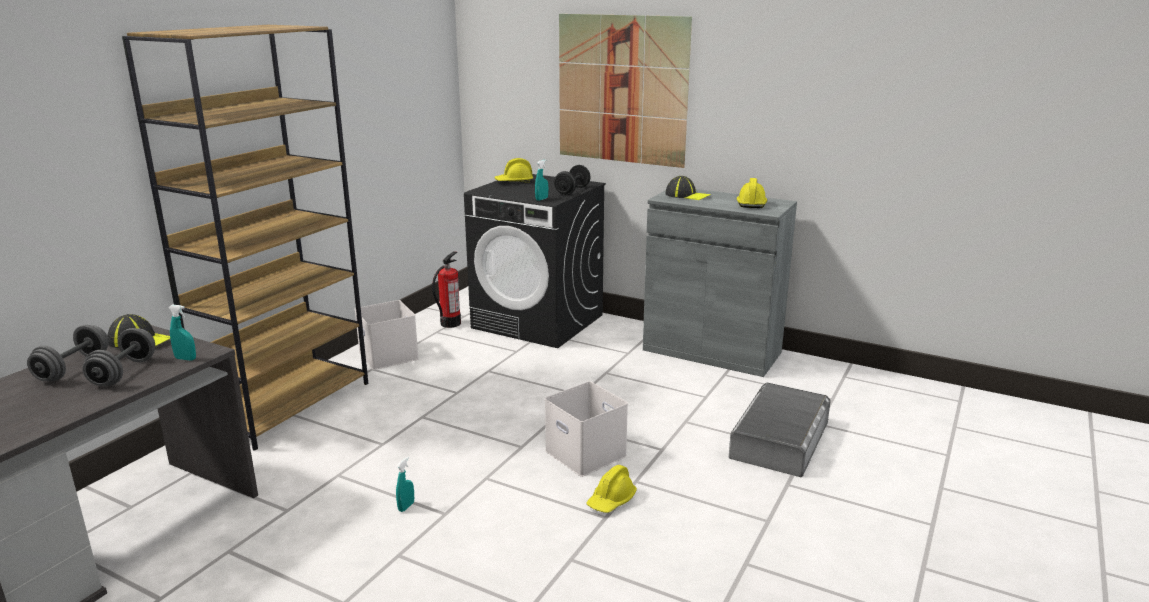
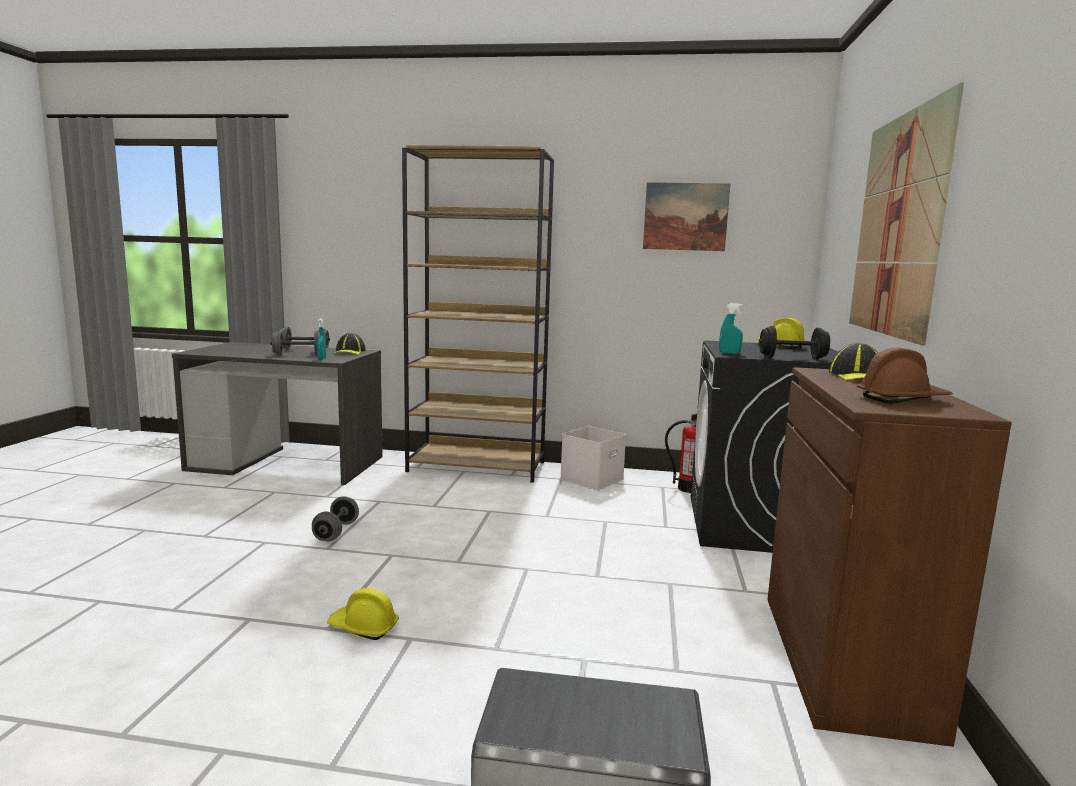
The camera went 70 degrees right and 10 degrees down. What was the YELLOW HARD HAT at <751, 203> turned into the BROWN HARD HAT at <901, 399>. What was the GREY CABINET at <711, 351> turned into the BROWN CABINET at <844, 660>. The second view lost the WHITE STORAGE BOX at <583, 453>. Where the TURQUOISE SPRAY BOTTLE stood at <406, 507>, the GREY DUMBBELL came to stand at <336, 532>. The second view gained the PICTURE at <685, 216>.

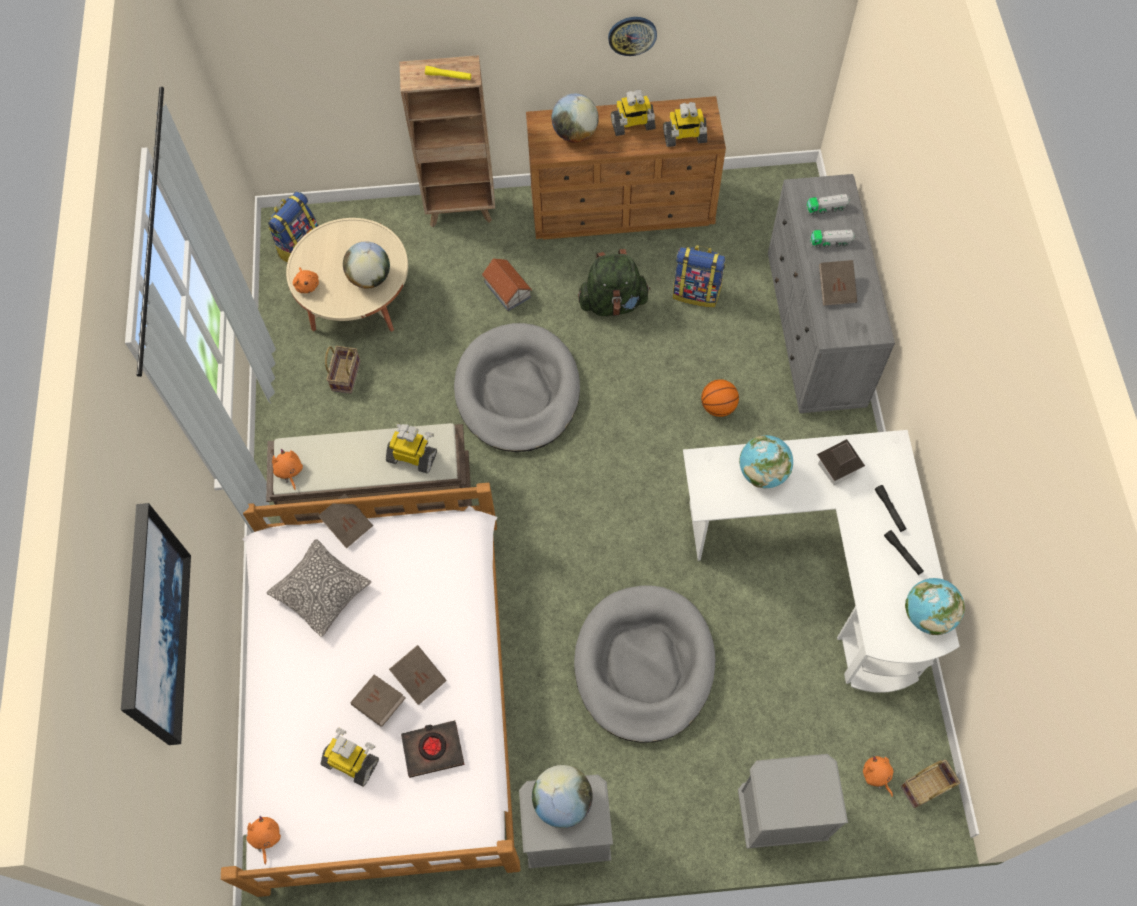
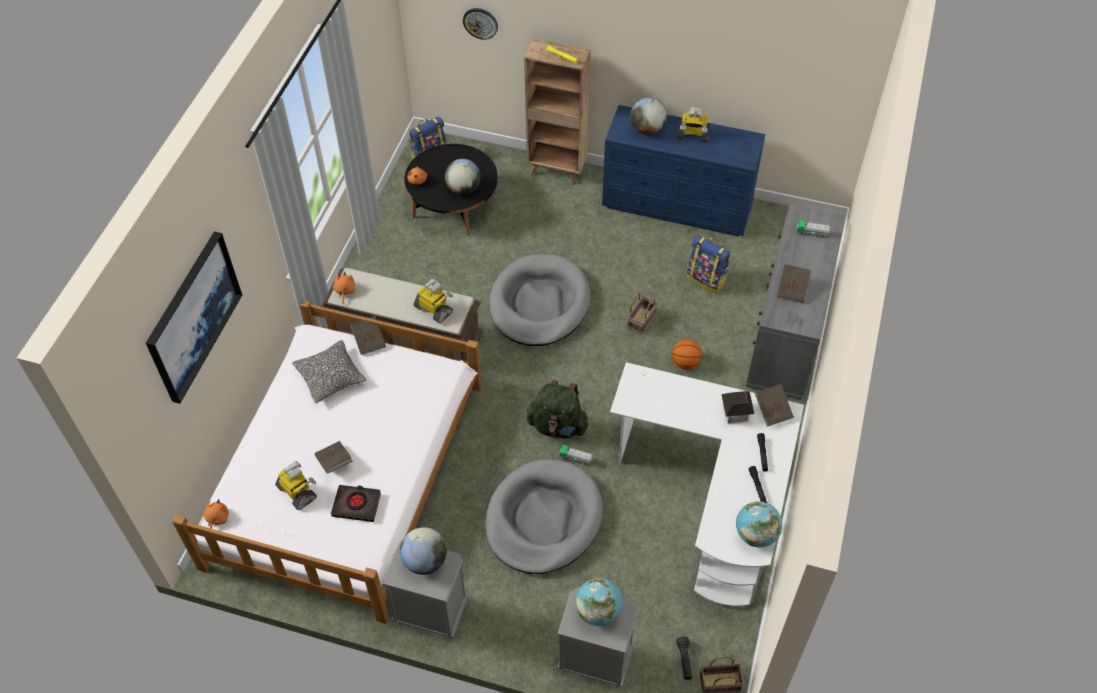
The camera went 20 degrees right and 10 degrees down. The WALL CLOCK ended up elsewhere, having gone from <632, 35> to <480, 23>. What was the BROWN DRESSER at <623, 209> turned into the BLUE DRESSER at <678, 205>. The second view lost the TOY ROBOT at <684, 137>. What was the BEIGE COFFEE TABLE at <356, 297> turned into the BLACK COFFEE TABLE at <453, 205>. The TOY TRUCK ended up elsewhere, having gone from <830, 242> to <575, 458>. The GREEN BACKPACK ended up elsewhere, having gone from <613, 303> to <558, 426>. The second view lost the TOY HOUSE at <507, 289>. The BASKET ended up elsewhere, having gone from <345, 374> to <641, 320>. The GLOBE ended up elsewhere, having gone from <762, 473> to <598, 611>. The BROWN BOOK ended up elsewhere, having gone from <419, 678> to <773, 410>. Where the ORANGE PLUSH TOY stood at <876, 775>, the BLACK FLASHLIGHT came to stand at <684, 660>.

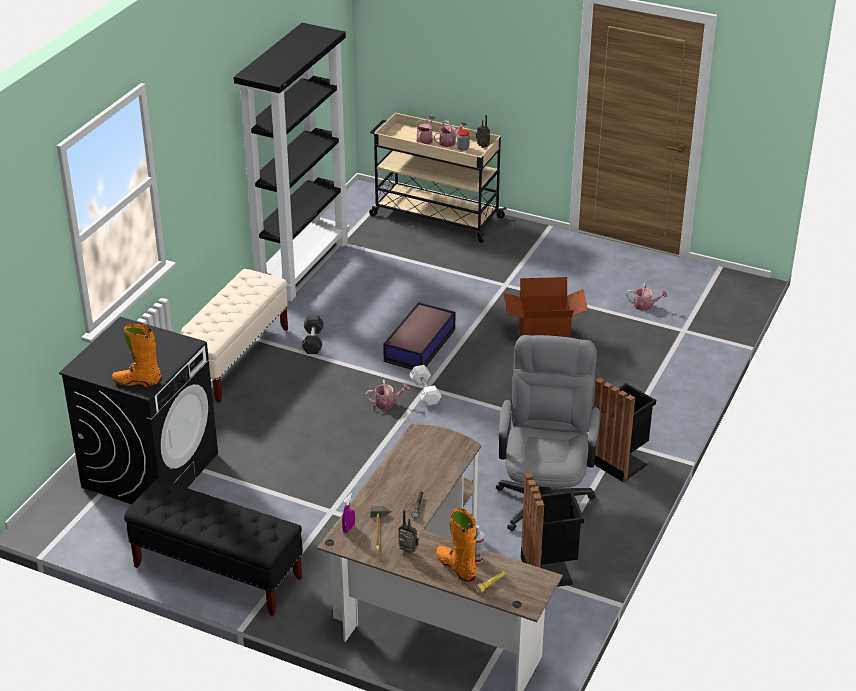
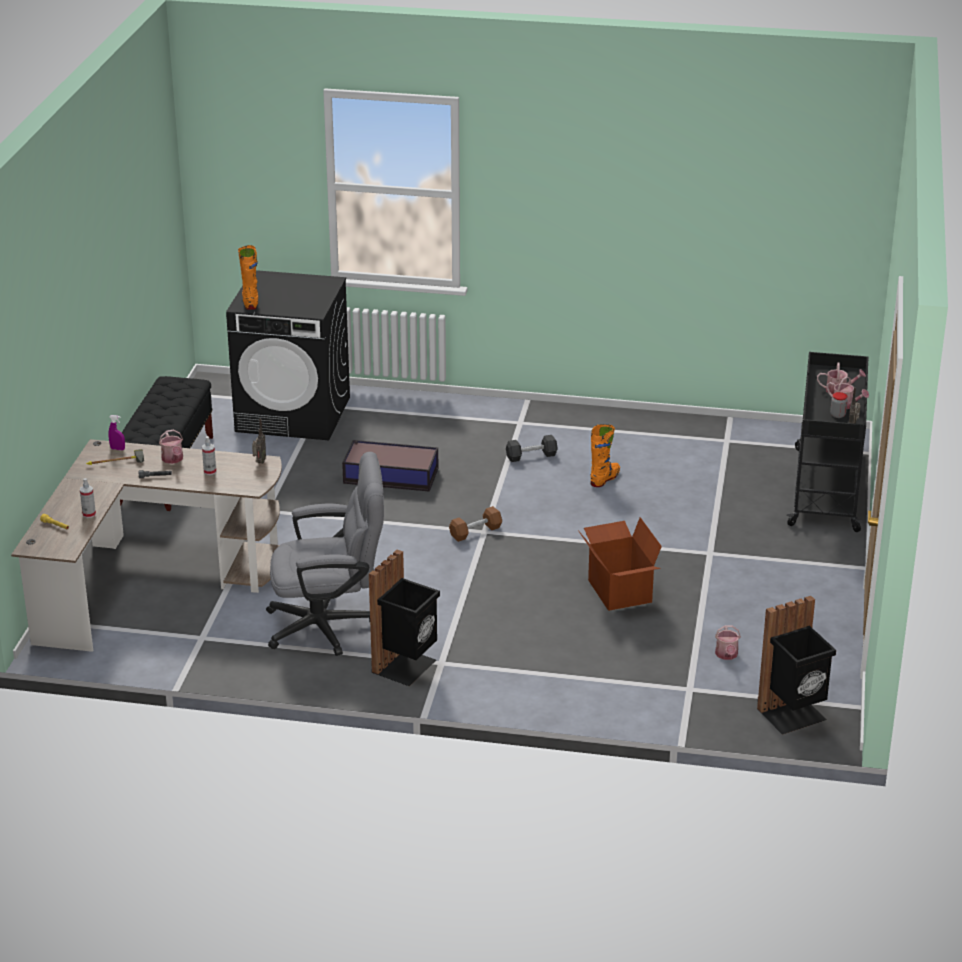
The camera went 75 degrees right and 5 degrees down. The second view lost the BLACK BOOKCASE at <302, 265>. What was the BEIGE CART at <435, 216> turned into the BLACK CART at <826, 488>. The second view lost the BEIGE BENCH at <233, 359>. The STORAGE BOX ended up elsewhere, having gone from <419, 346> to <390, 475>. What was the WHITE DUMBBELL at <425, 392> turned into the BROWN DUMBBELL at <475, 532>. The WATERING CAN ended up elsewhere, having gone from <387, 403> to <173, 460>. The BLACK TRASH CAN ended up elsewhere, having gone from <549, 570> to <793, 716>. The ORANGE BOOT ended up elsewhere, having gone from <456, 567> to <605, 479>. The RADIO ended up elsewhere, having gone from <407, 552> to <259, 462>. The second view gained the SPRAY BOTTLE at <210, 472>.

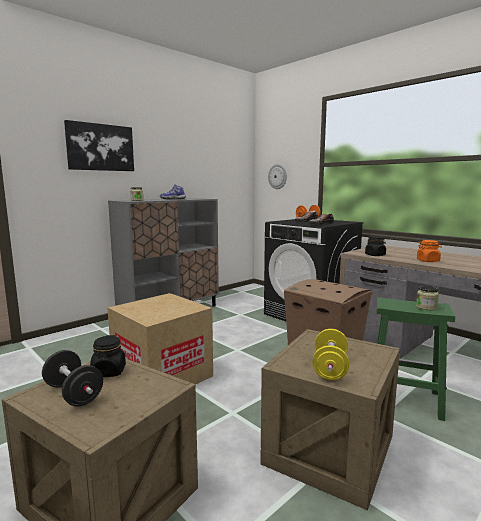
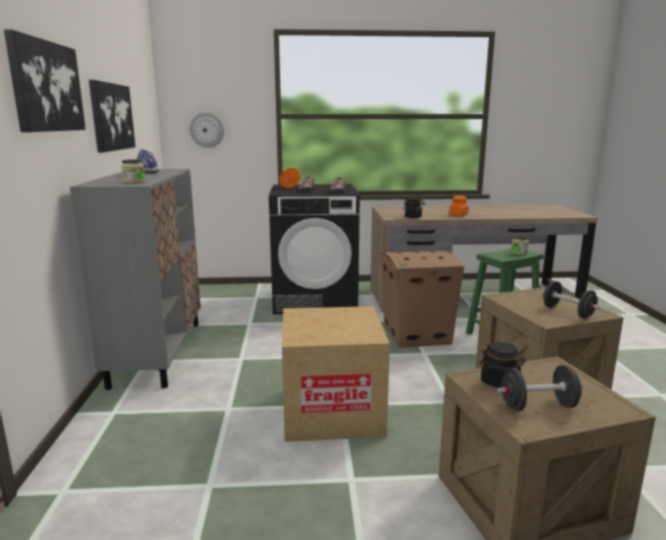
The camera went 50 degrees left and 5 degrees up. What was the YELLOW DUMBBELL at <330, 368> turned into the BLACK DUMBBELL at <567, 312>. The second view gained the PICTURE at <111, 117>.

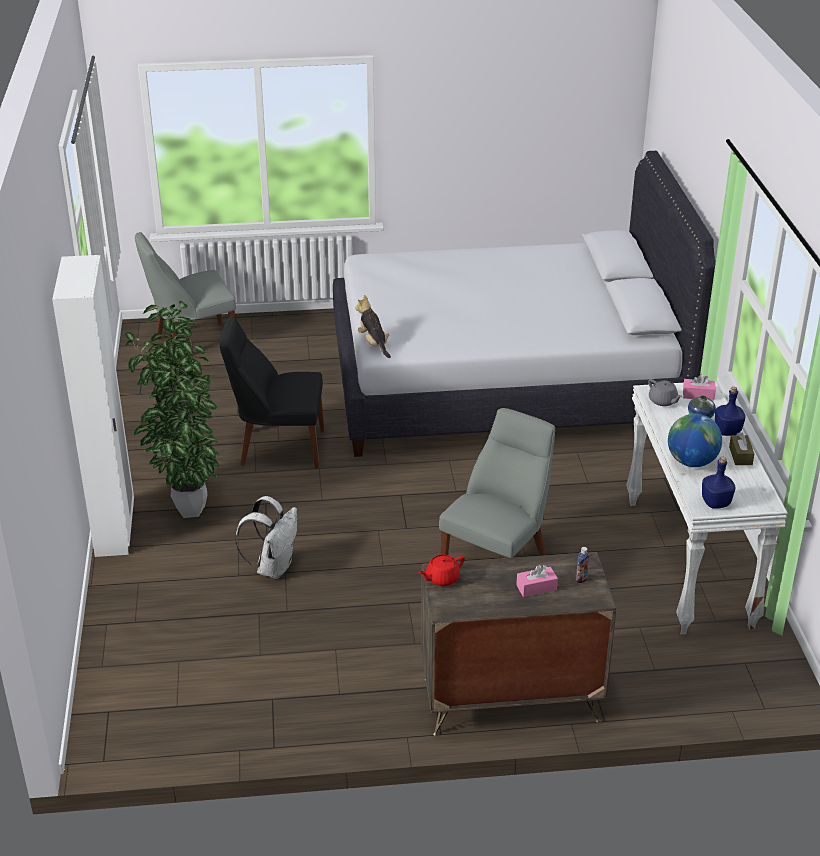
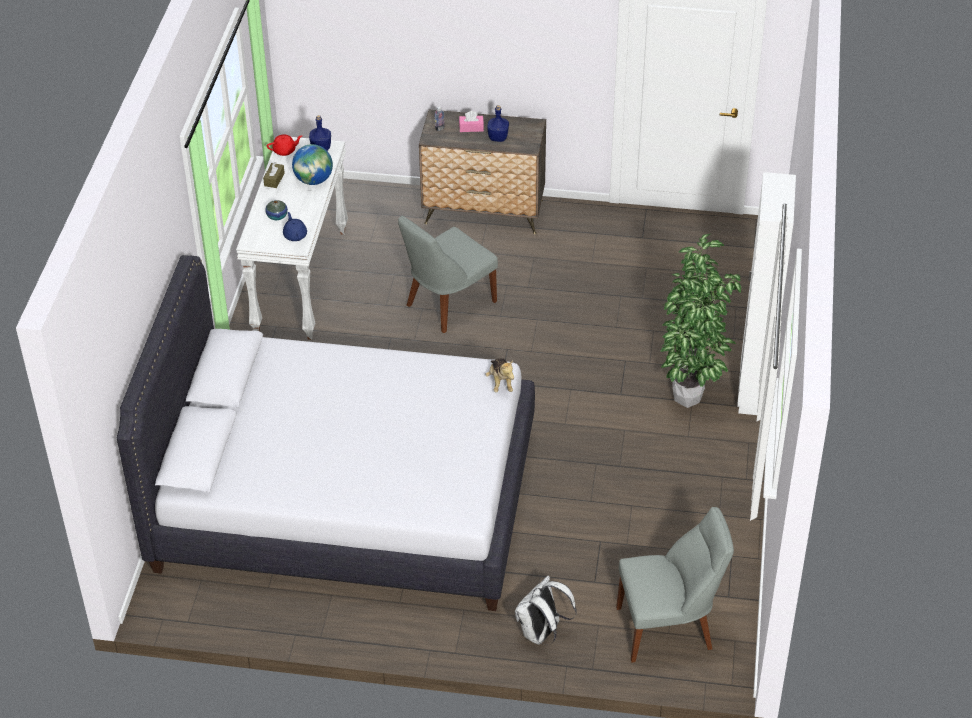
The camera went 165 degrees left and 10 degrees up. The second view lost the BLACK CHAIR at <278, 448>. The second view lost the PINK TISSUE BOX at <698, 395>. What was the GREY TEAPOT at <663, 401> turned into the BLUE TEAPOT at <295, 235>. The BLUE BOTTLE ended up elsewhere, having gone from <727, 431> to <498, 138>. The WHITE BACKPACK ended up elsewhere, having gone from <273, 567> to <542, 633>. The RED TEAPOT ended up elsewhere, having gone from <442, 579> to <285, 150>.

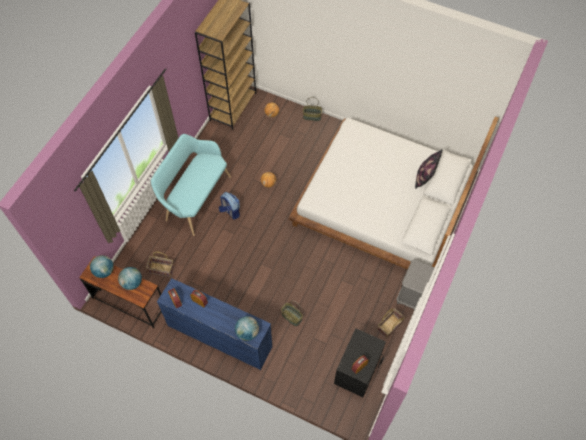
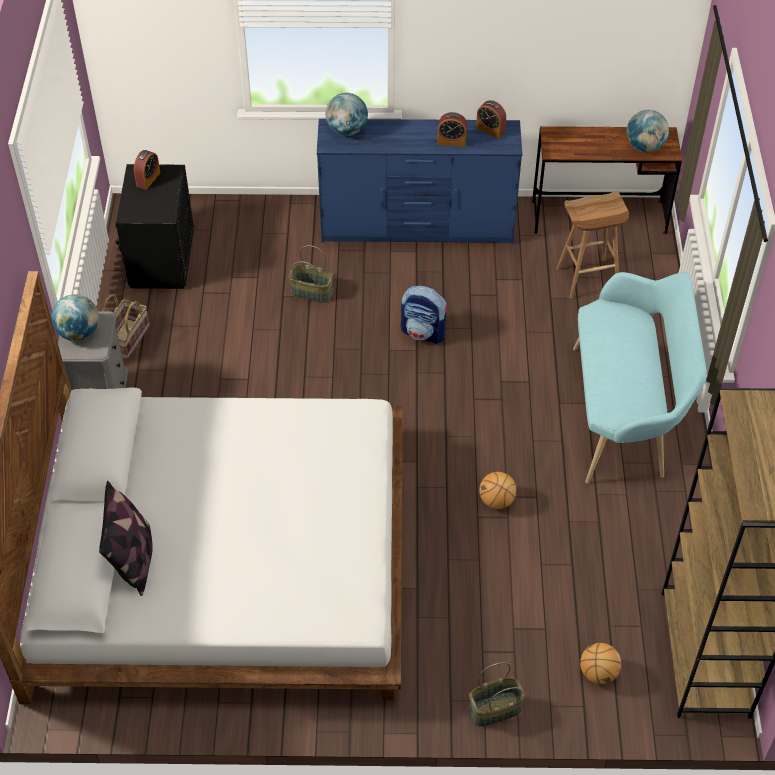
The camera went 155 degrees right and 10 degrees down. The BACKPACK ended up elsewhere, having gone from <230, 211> to <424, 332>. Where the BASKET stood at <162, 269>, the BROWN STOOL came to stand at <587, 279>. The GLOBE ended up elsewhere, having gone from <132, 283> to <79, 333>.

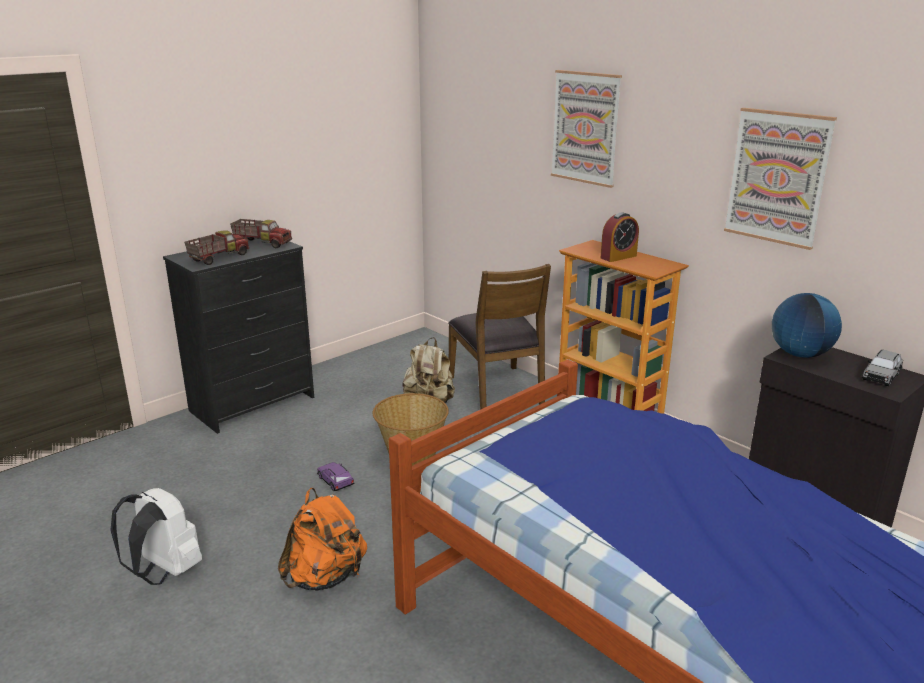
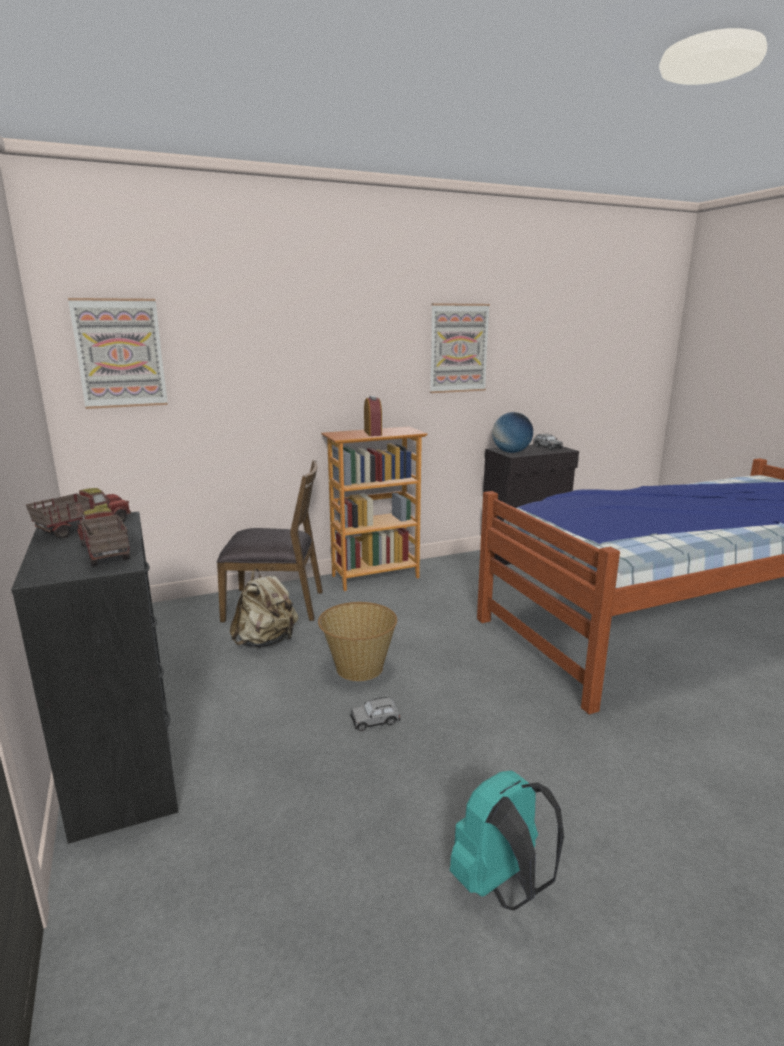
The camera went 70 degrees left and 5 degrees down. The PICTURE ended up elsewhere, having gone from <585, 128> to <120, 353>. What was the PURPLE TOY CAR at <335, 482> turned into the GREY TOY CAR at <375, 721>. What was the WHITE BACKPACK at <165, 571> turned into the TURQUOISE BACKPACK at <501, 885>. The second view lost the ORANGE BACKPACK at <325, 577>.

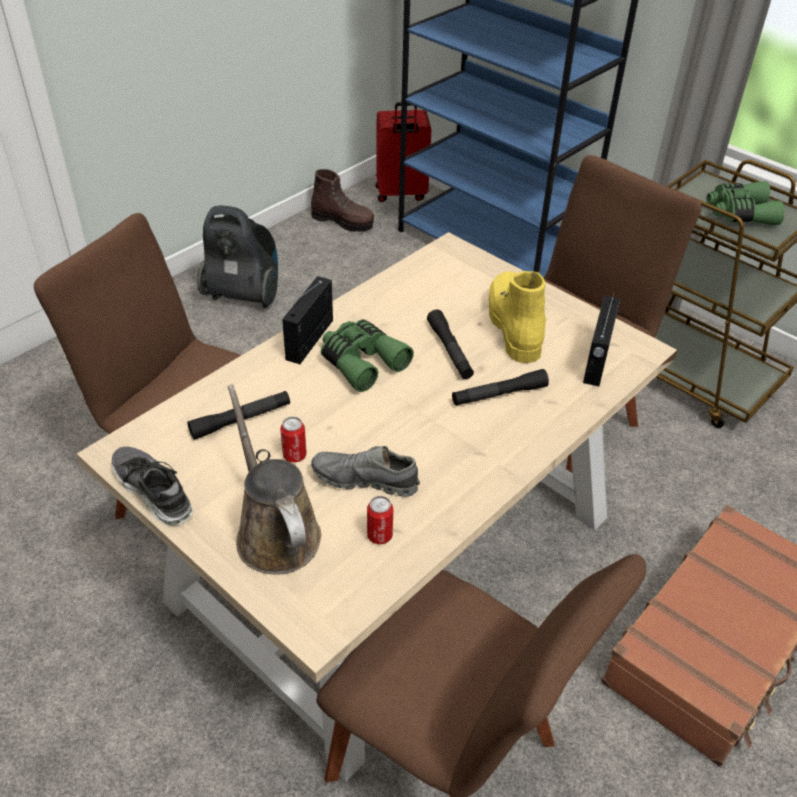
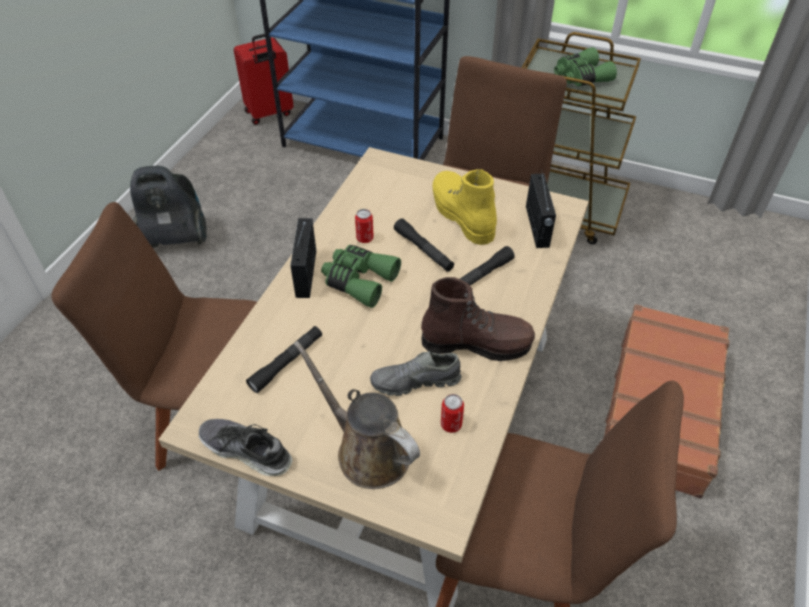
The camera went 20 degrees left and 5 degrees up. The BROWN BOOT ended up elsewhere, having gone from <343, 221> to <476, 343>. The CAN ended up elsewhere, having gone from <294, 455> to <365, 238>.

